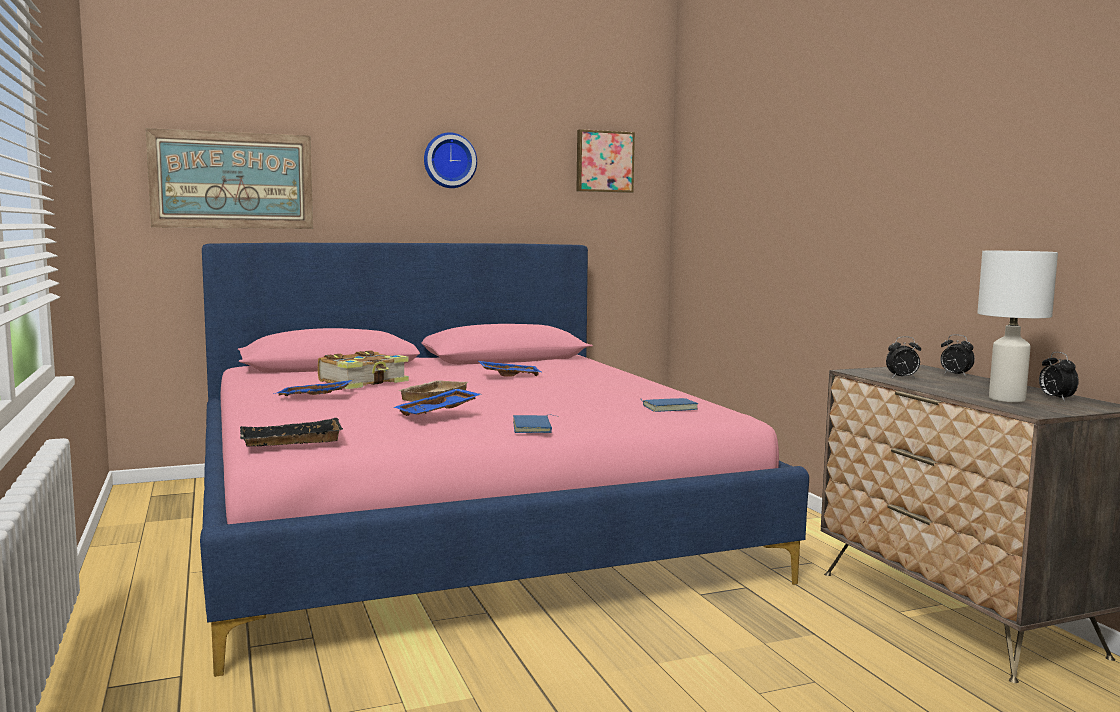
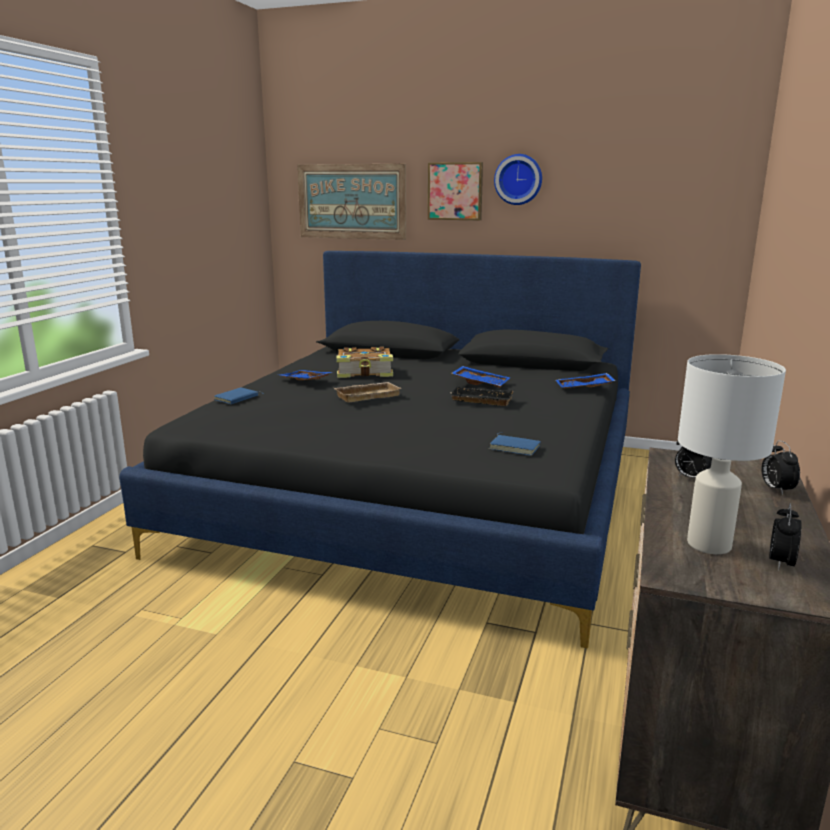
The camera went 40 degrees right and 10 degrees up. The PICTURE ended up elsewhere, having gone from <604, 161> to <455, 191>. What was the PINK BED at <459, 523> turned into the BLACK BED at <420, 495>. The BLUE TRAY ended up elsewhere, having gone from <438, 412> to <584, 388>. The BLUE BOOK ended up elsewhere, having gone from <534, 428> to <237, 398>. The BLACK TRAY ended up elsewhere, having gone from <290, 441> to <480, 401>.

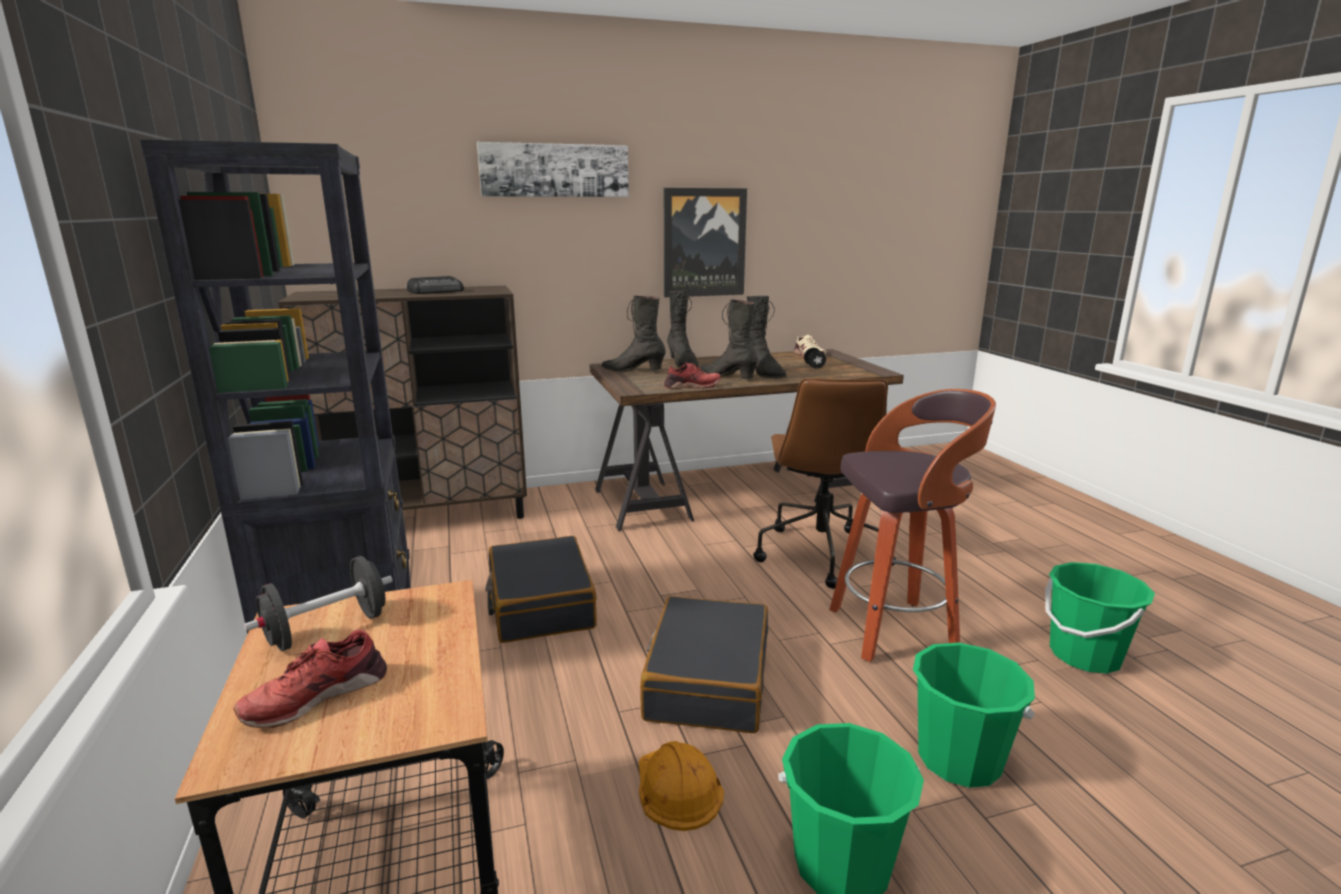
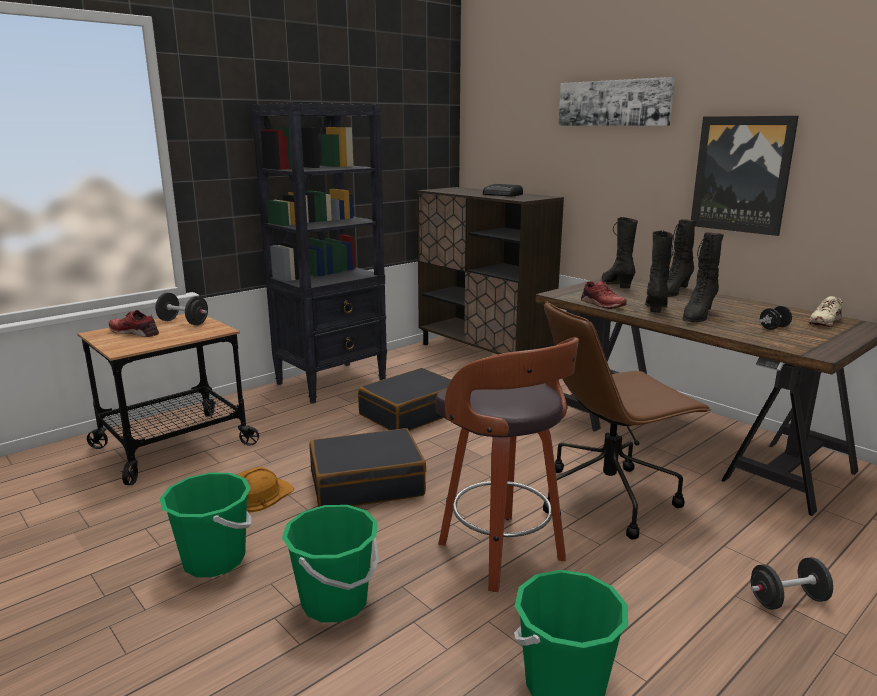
The camera went 65 degrees right and 0 degrees up. The second view gained the BLACK DUMBBELL at <787, 600>.

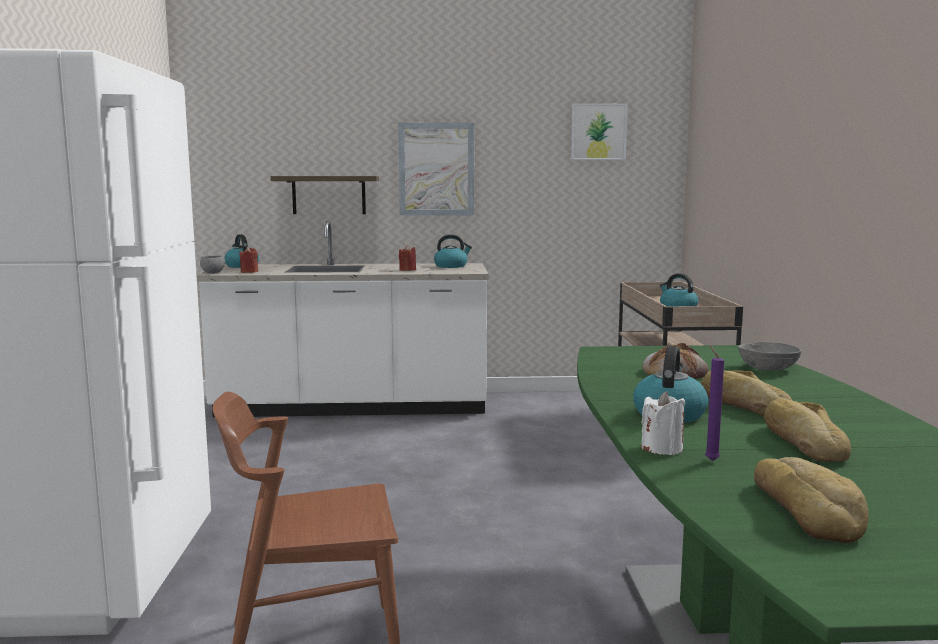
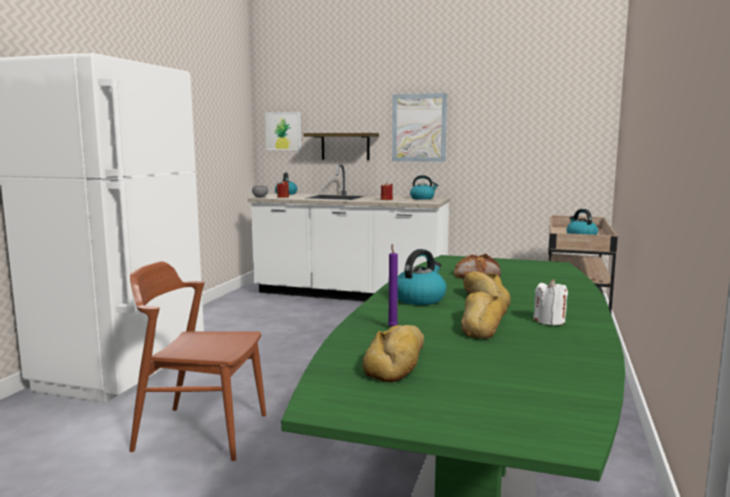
The camera went 20 degrees right and 0 degrees up. The PICTURE ended up elsewhere, having gone from <598, 132> to <283, 131>. The second view lost the GREY BOWL at <768, 368>. The WHITE CANDLE ended up elsewhere, having gone from <662, 449> to <549, 321>.

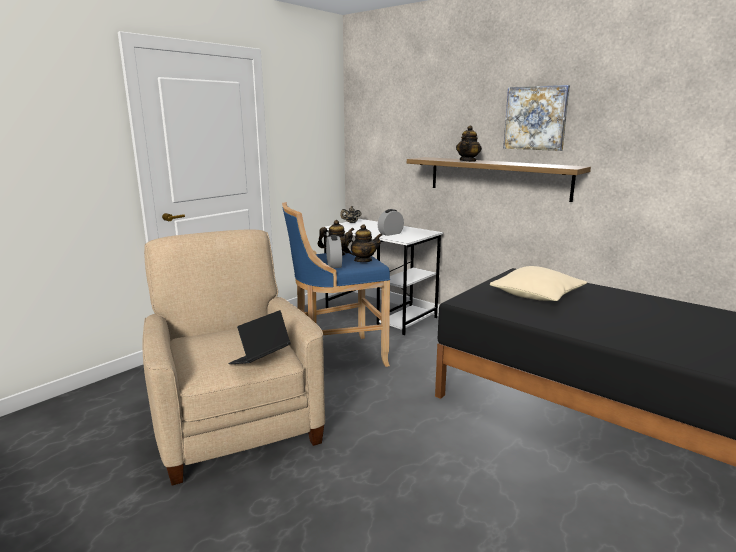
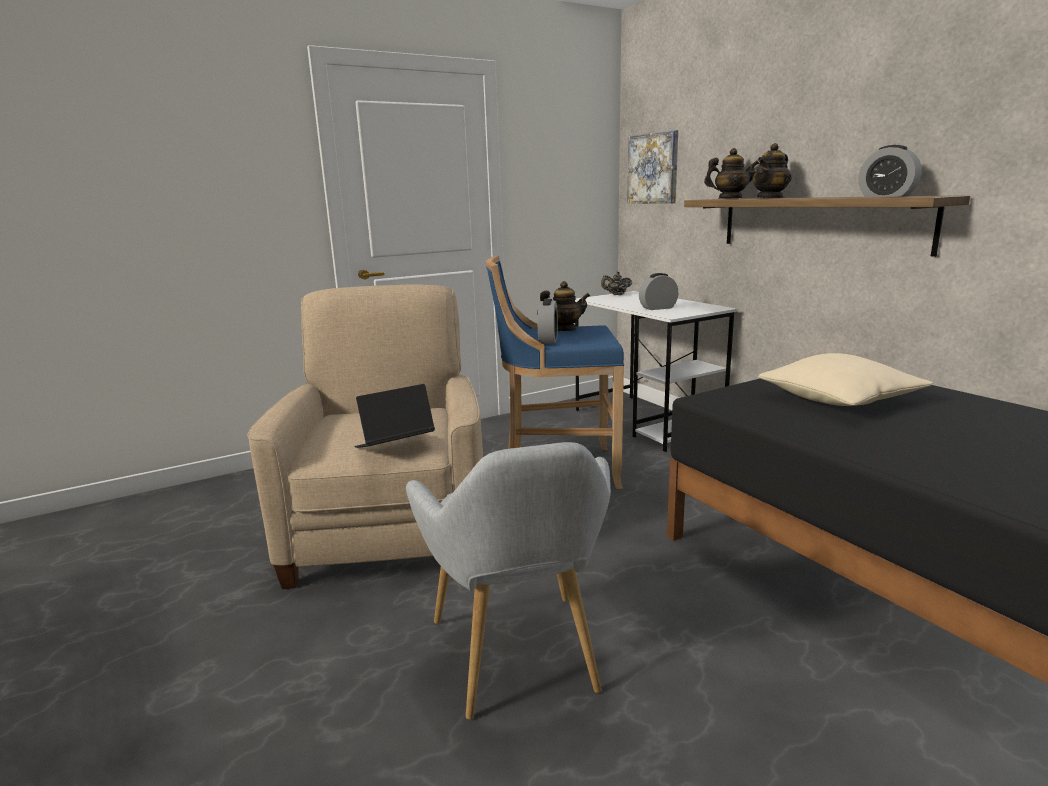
The camera went 20 degrees right and 0 degrees up. The PICTURE ended up elsewhere, having gone from <536, 118> to <653, 169>. The TEAPOT ended up elsewhere, having gone from <363, 260> to <730, 198>. The second view gained the ALARM CLOCK at <886, 196>. The second view gained the GREY ARMCHAIR at <519, 663>.

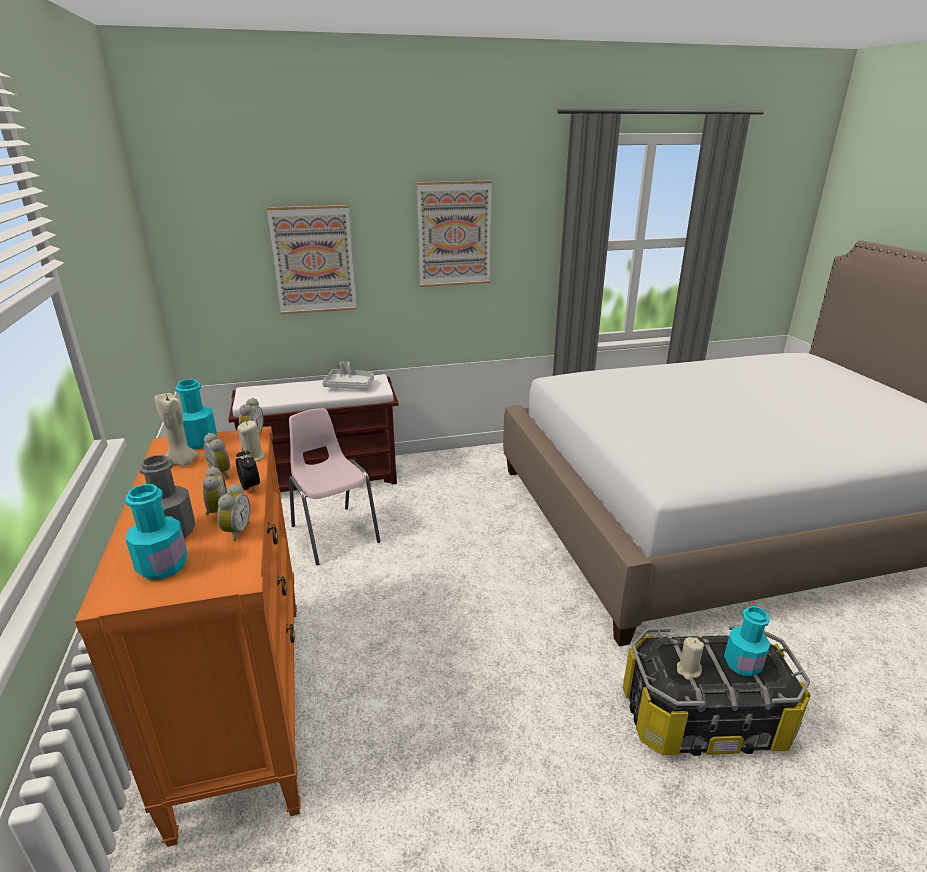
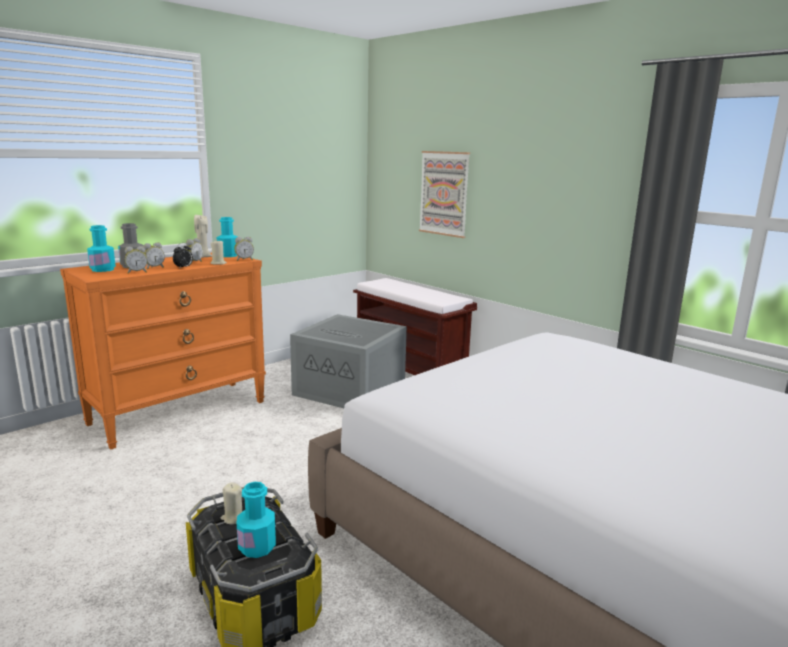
The camera went 60 degrees right and 10 degrees down. The second view lost the PICTURE at <454, 234>. The second view lost the GREY TRAY at <349, 385>. Where the PINK CHAIR stood at <334, 533>, the GREY STORAGE BOX came to stand at <351, 389>.

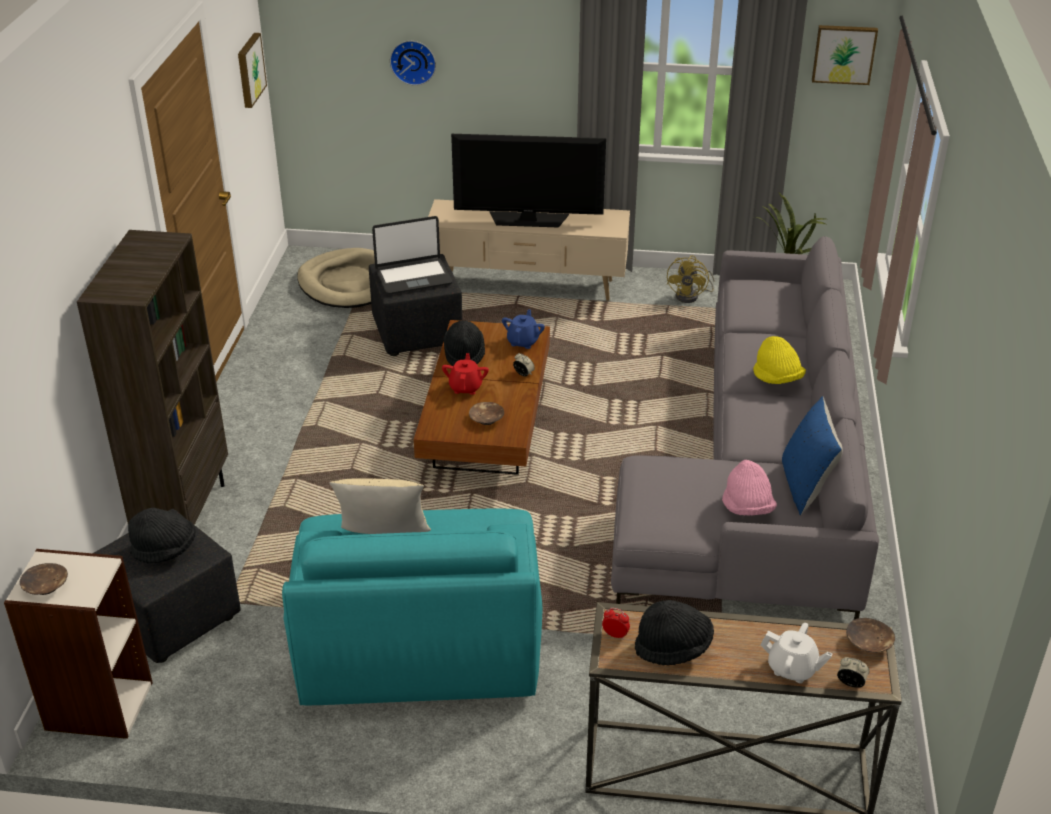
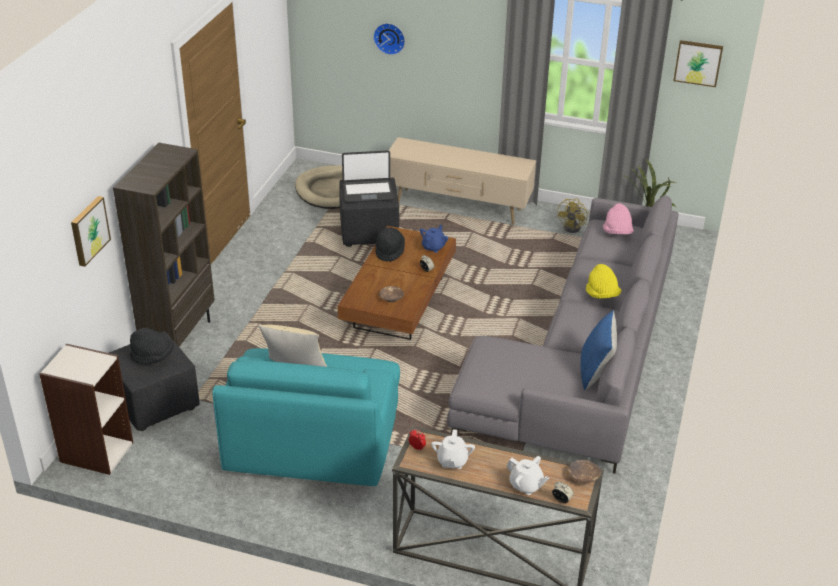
The camera went 10 degrees right and 0 degrees up. The PICTURE ended up elsewhere, having gone from <249, 70> to <88, 230>. The second view lost the TELEVISION at <528, 220>. The second view lost the RED TEAPOT at <466, 387>. The PINK HAT ended up elsewhere, having gone from <747, 508> to <617, 232>. The second view lost the BROWN BOWL at <46, 586>. Where the BLACK HAT stood at <673, 648>, the WHITE TEAPOT came to stand at <452, 461>.

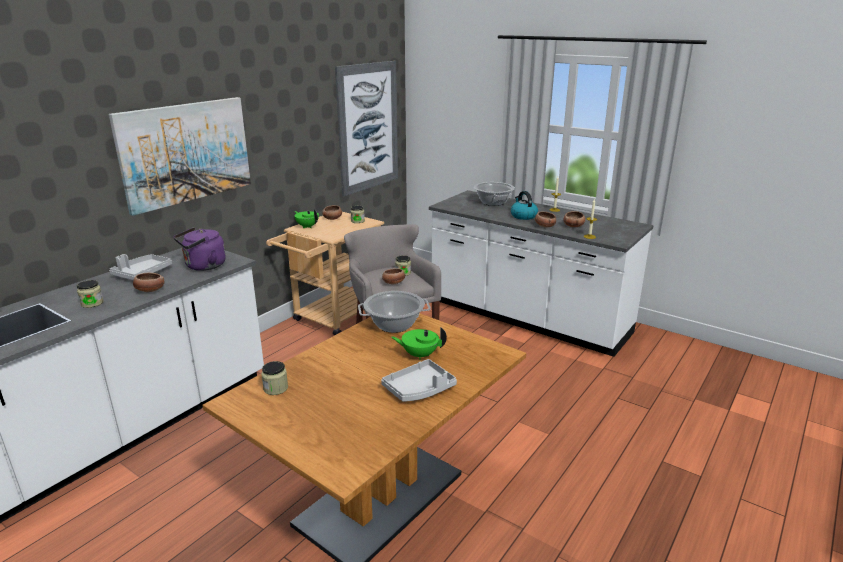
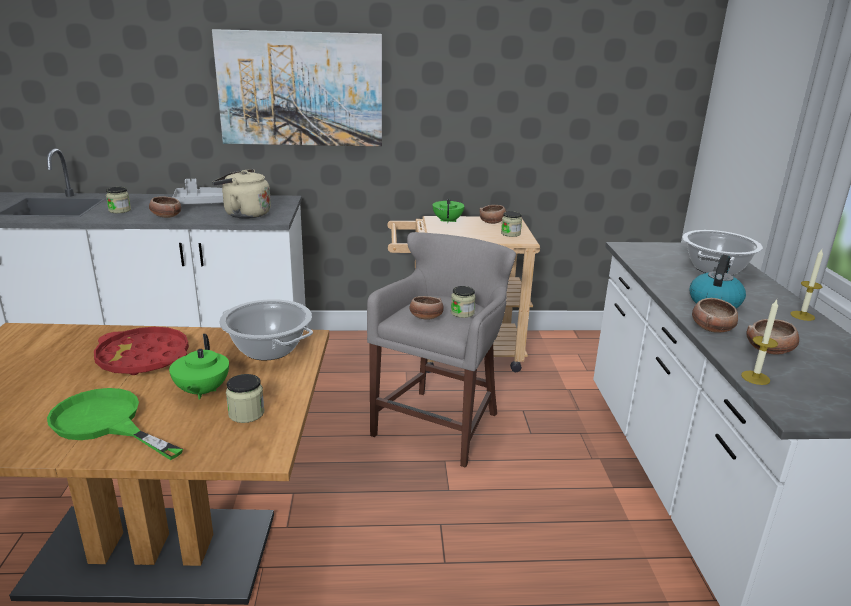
The camera went 50 degrees right and 0 degrees up. The second view lost the PICTURE at <368, 127>. What was the PURPLE KETTLE at <203, 266> turned into the BEIGE KETTLE at <244, 214>. The GREEN TEAPOT at <419, 355> ended up facing another way, 150 degrees counterclockwise from before. Where the GREY TRAY stood at <419, 389>, the GREEN FRYING PAN came to stand at <106, 423>. The JAR ended up elsewhere, having gone from <275, 388> to <246, 413>. The second view gained the RED TRAY at <143, 358>.

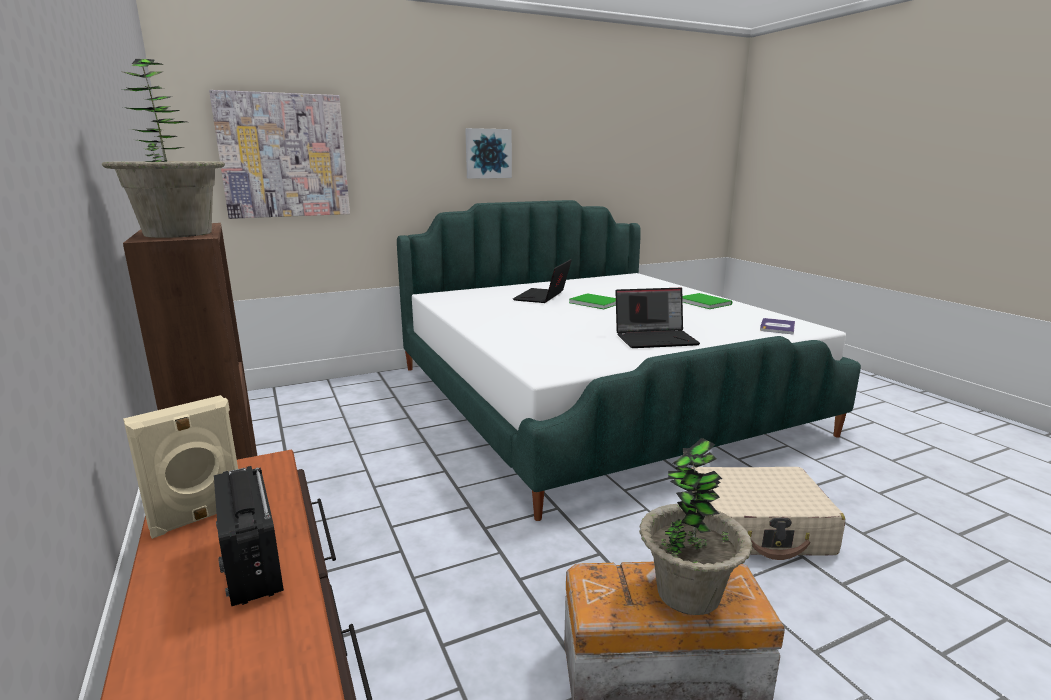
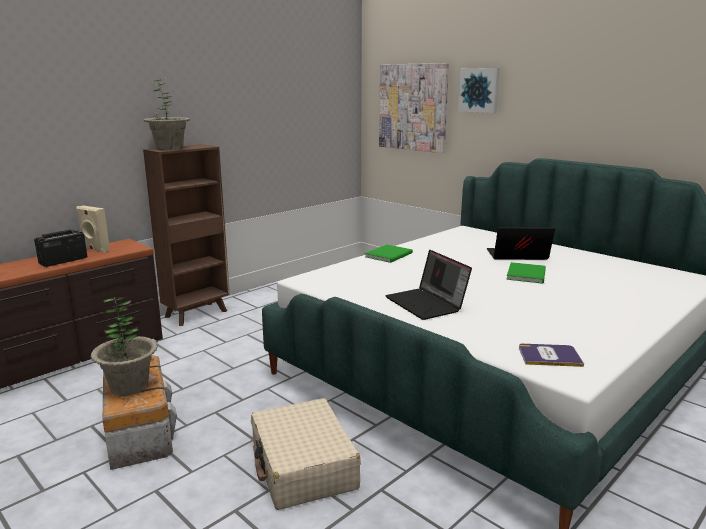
The camera went 70 degrees right and 0 degrees up. The PICTURE ended up elsewhere, having gone from <488, 153> to <479, 90>. The GREEN BOOK ended up elsewhere, having gone from <703, 302> to <390, 255>.

